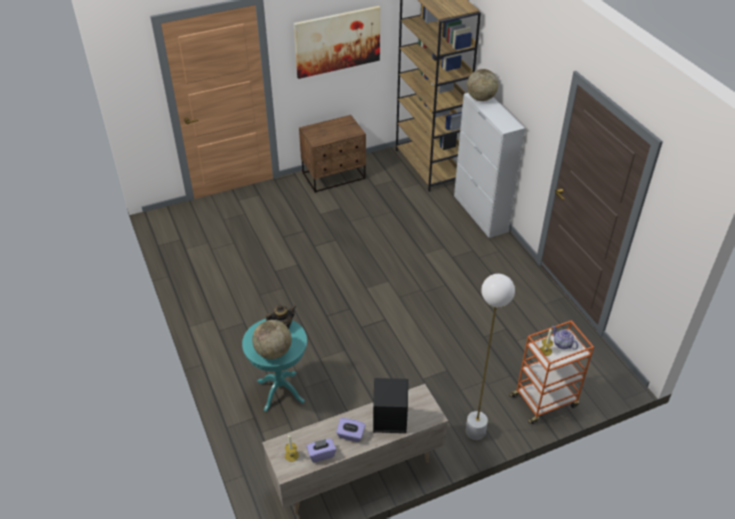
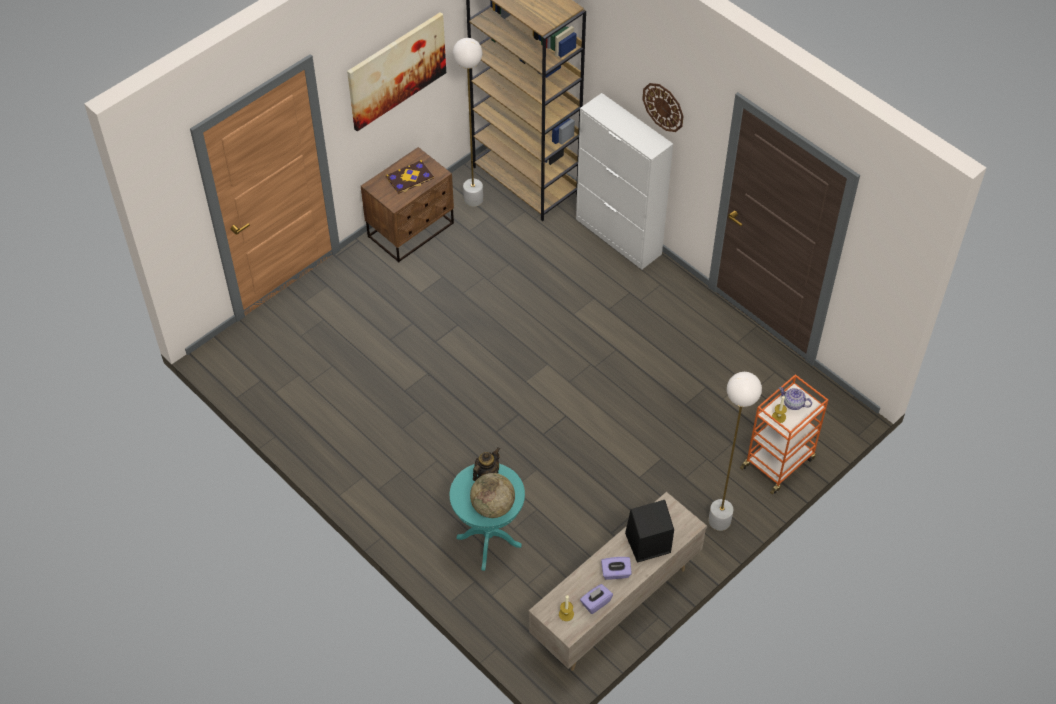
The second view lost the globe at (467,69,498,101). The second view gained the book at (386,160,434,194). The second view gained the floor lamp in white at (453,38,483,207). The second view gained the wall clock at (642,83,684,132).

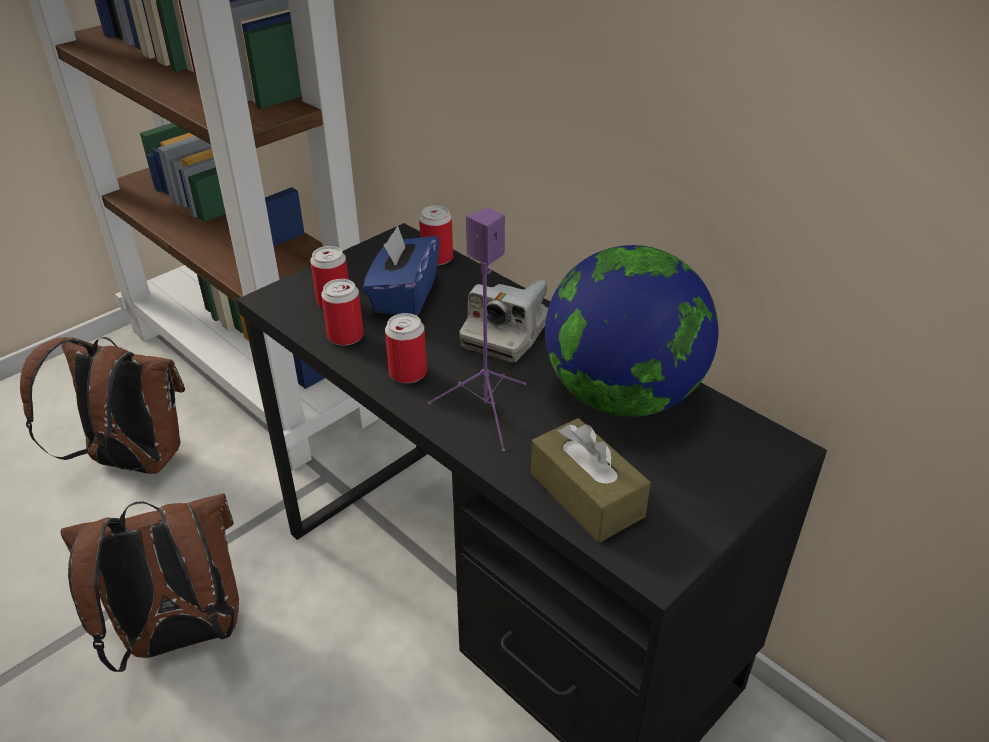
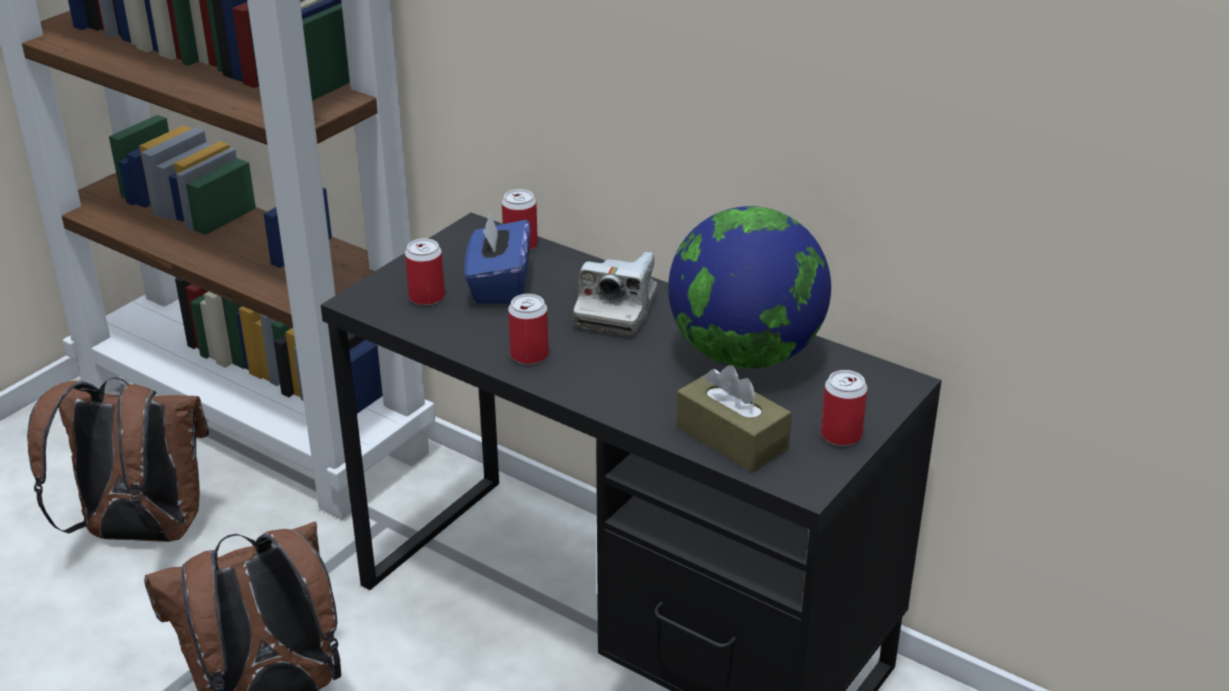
The second view lost the speaker in purple at (428,207,526,452). The can ended up elsewhere, having gone from (321,279,364,346) to (821,370,868,446).

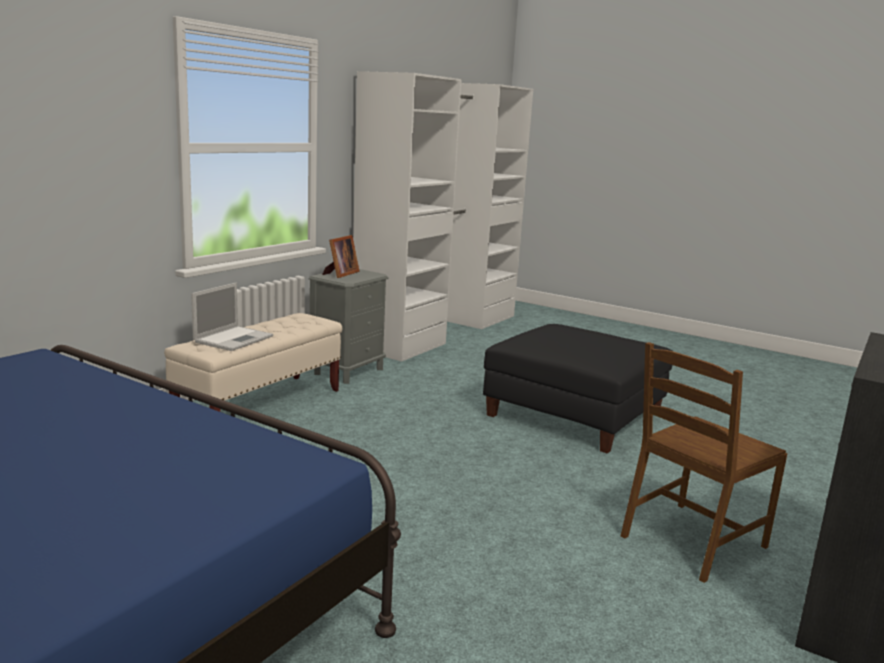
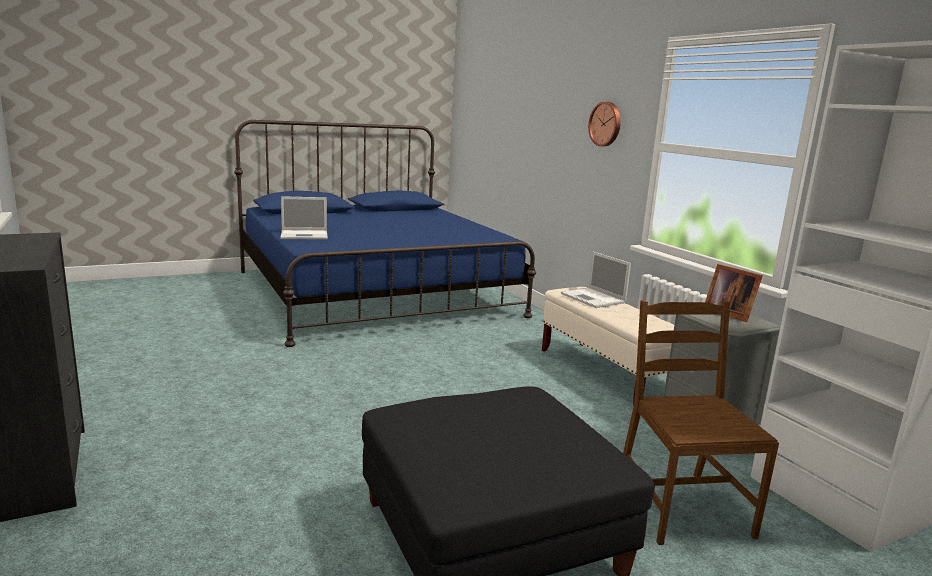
The second view gained the laptop at (280,196,328,239). The second view gained the wall clock at (588,102,621,146). The chair in brown ended up elsewhere, having gone from (621,342,788,583) to (623,300,779,545).

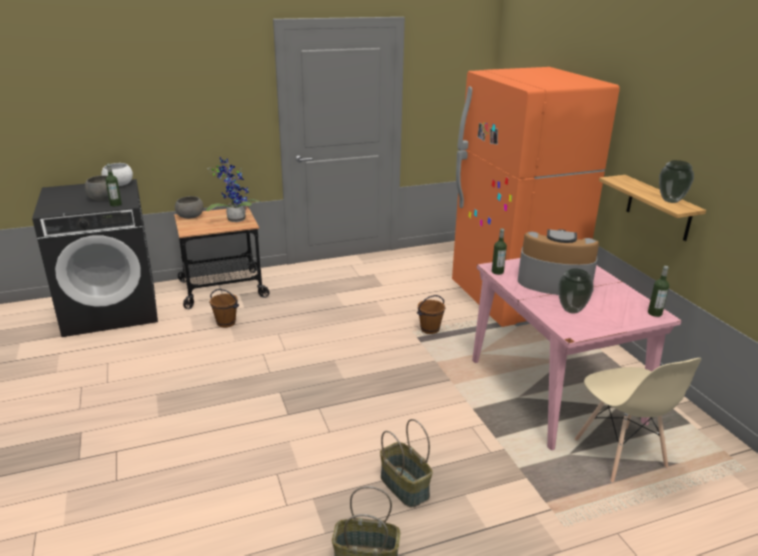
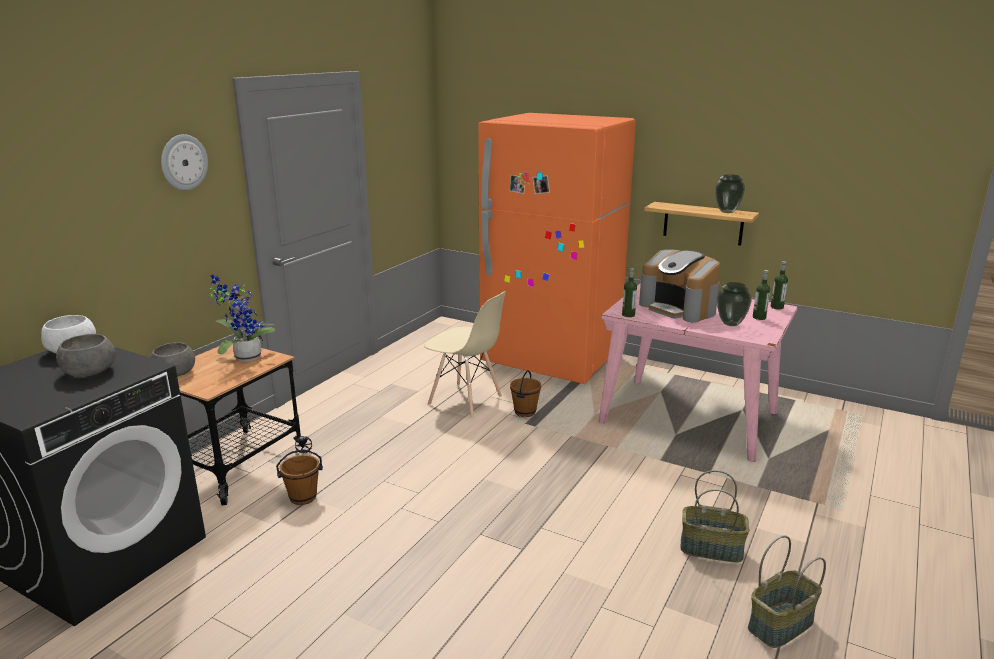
The second view gained the wall clock at (161,134,208,190). The bottle ended up elsewhere, having gone from (105,164,122,206) to (753,270,770,320). The chair in beige ended up elsewhere, having gone from (575,358,702,483) to (424,291,506,418). The coffee machine at (518,229,599,295) ended up facing another way, 105 degrees counterclockwise from before.

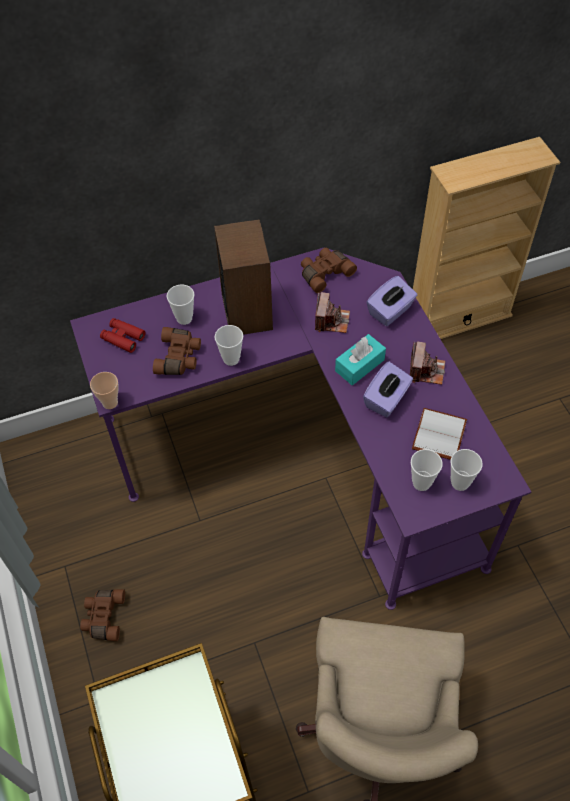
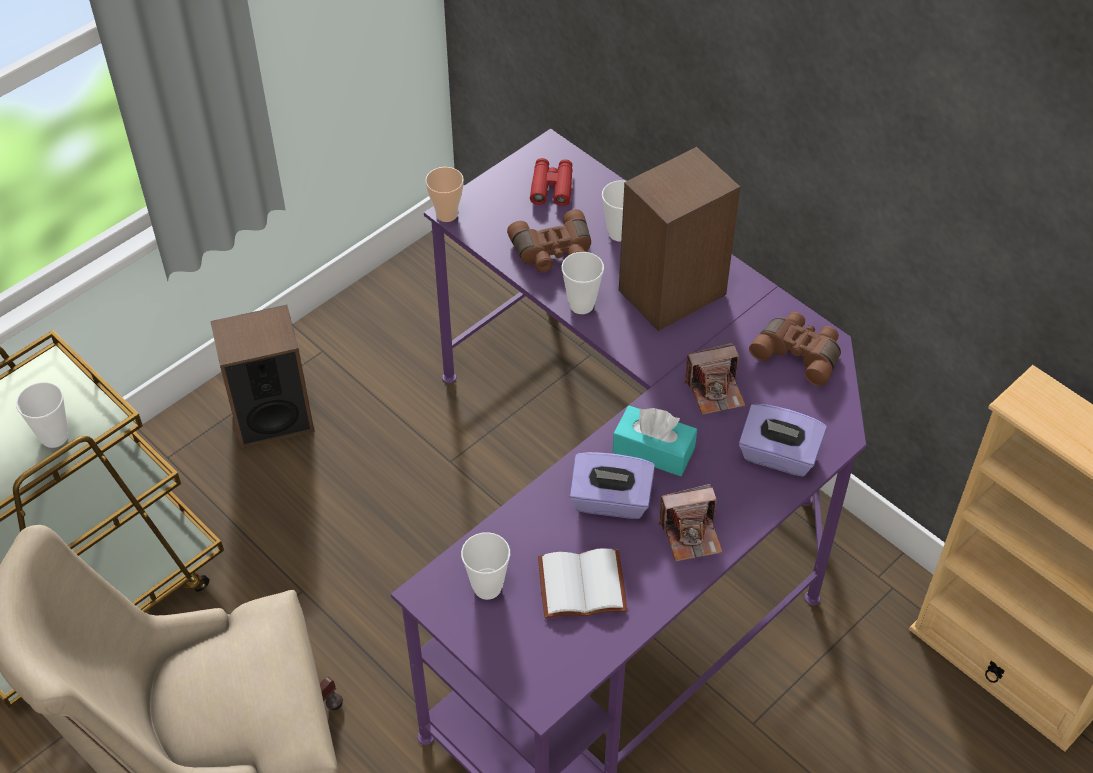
The cup ended up elsewhere, having gone from (450,449,483,491) to (16,382,68,448). Where the binoculars in brown stood at (80,589,125,641), the speaker came to stand at (210,305,314,448).

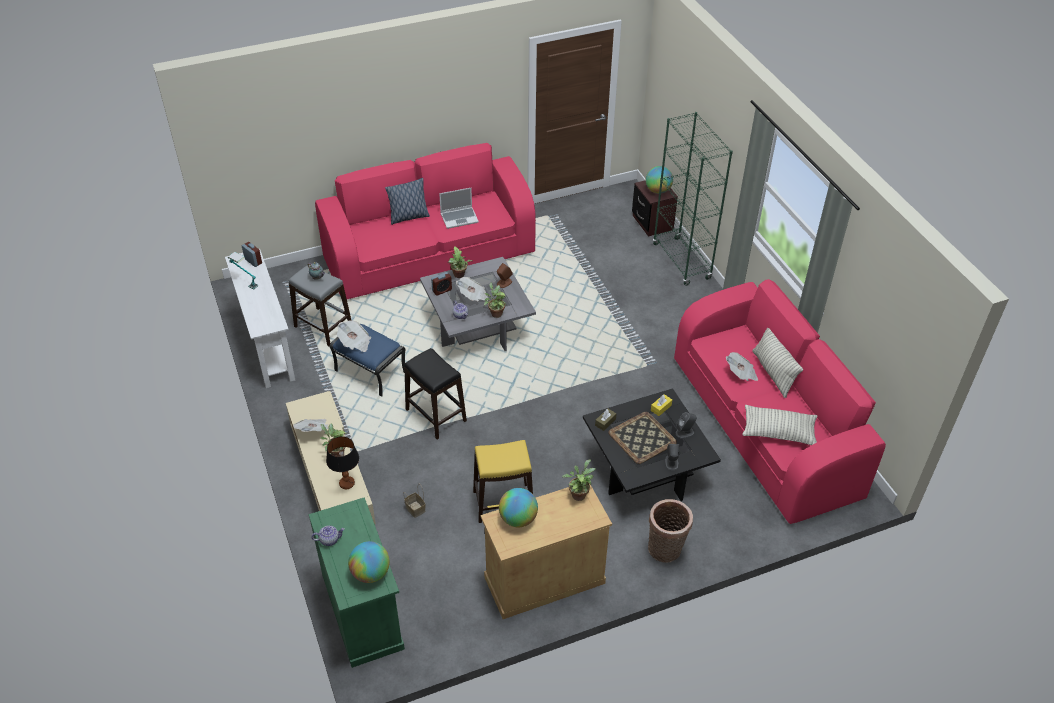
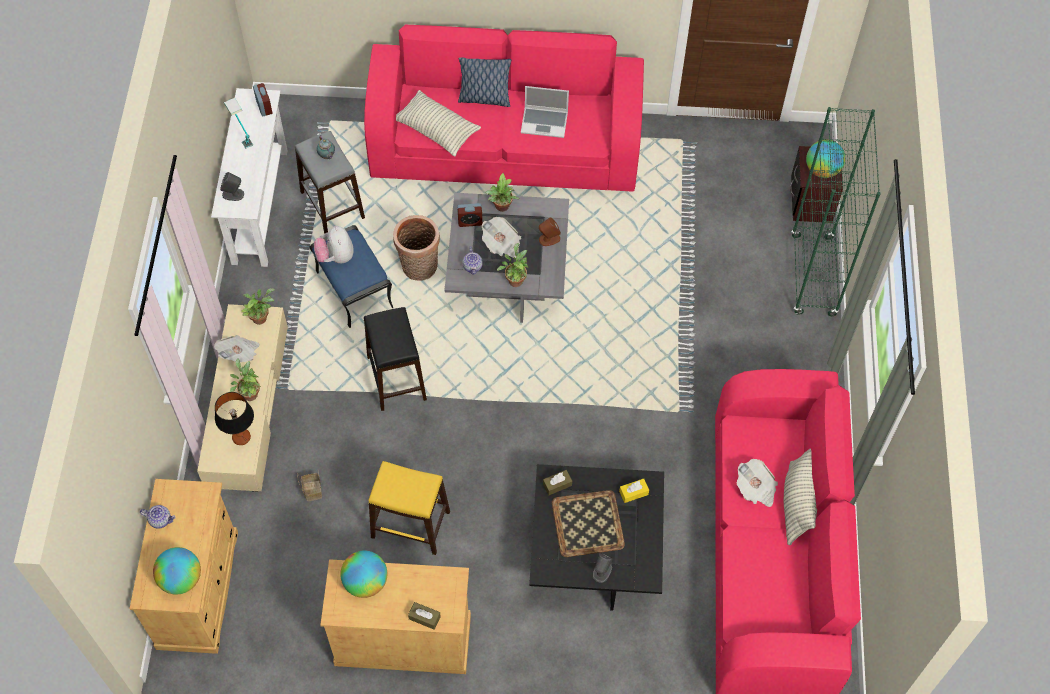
The second view gained the tissue box in brown at (408,602,441,630). The potted plant ended up elsewhere, having gone from (562,460,596,501) to (241,288,275,325). The basket ended up elsewhere, having gone from (648,499,693,563) to (393,215,440,281). The speaker in grey ended up elsewhere, having gone from (676,412,697,439) to (220,172,244,201). The pillow ended up elsewhere, having gone from (742,405,817,445) to (396,90,481,157). Where the newspaper stood at (337,320,371,352), the plush toy came to stand at (314,226,354,263). What was the cabinet in green at (309,497,405,668) turned into the cabinet in beige at (129,479,238,654).

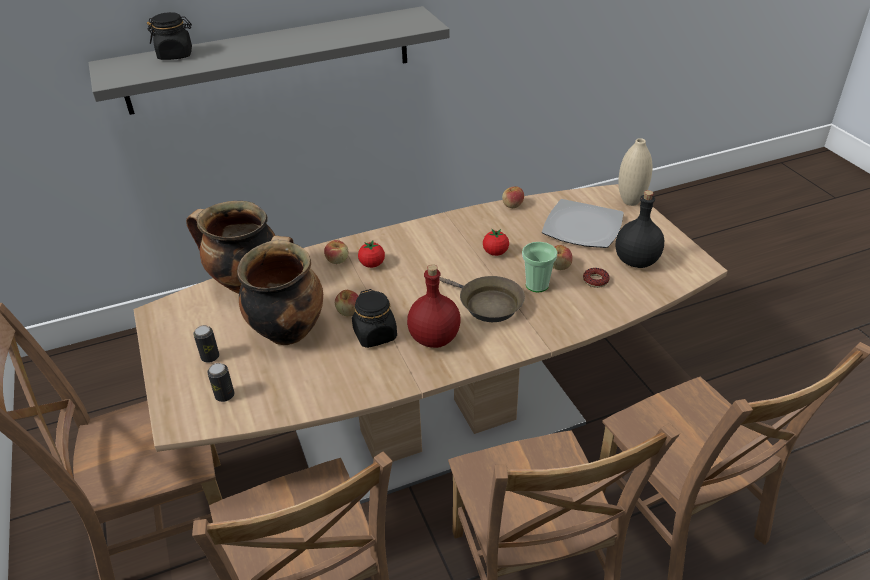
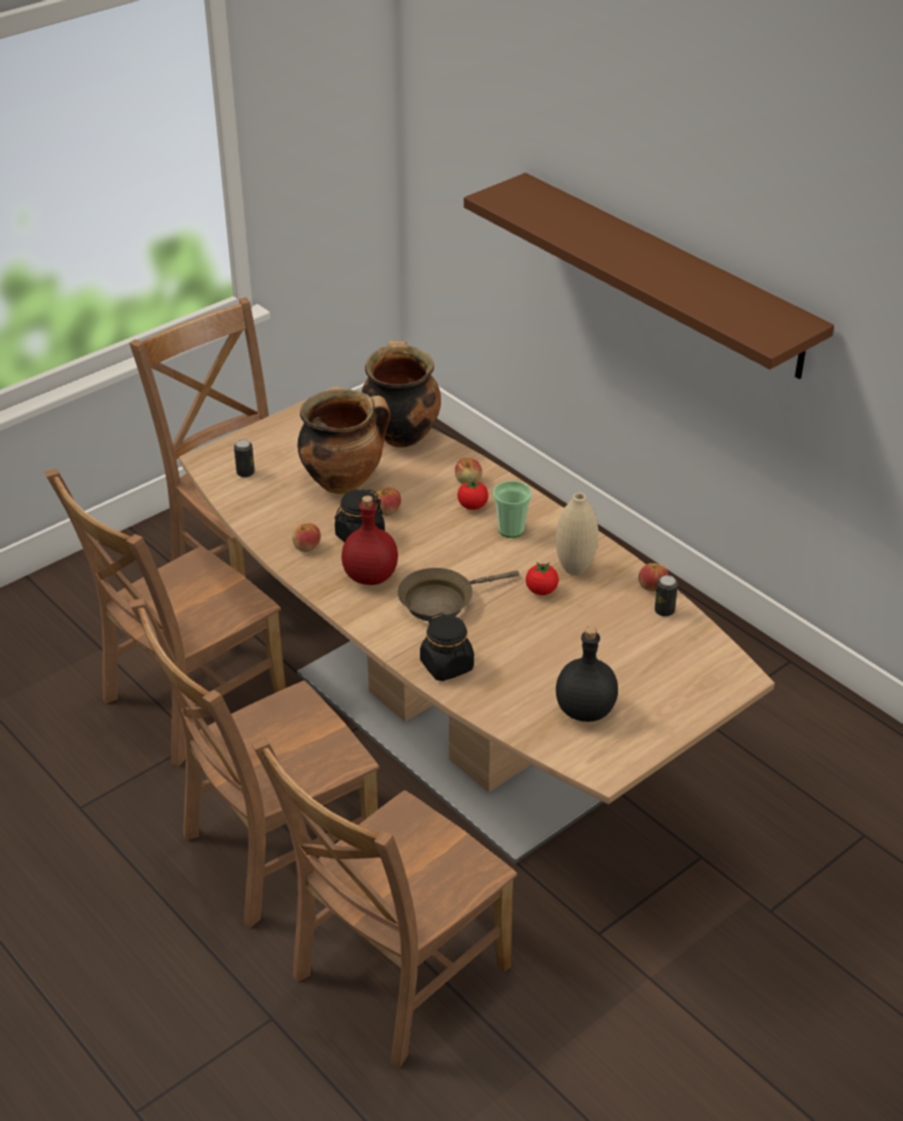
The second view lost the plate at (542,199,624,248). The second view lost the donut at (583,268,610,288). The jar in black ended up elsewhere, having gone from (147,12,192,60) to (420,613,474,681). The can ended up elsewhere, having gone from (193,325,219,363) to (655,575,678,617). The cup ended up elsewhere, having gone from (522,242,557,292) to (493,481,532,538). The apple ended up elsewhere, having gone from (553,245,573,270) to (292,523,321,552). The vase in beige ended up elsewhere, having gone from (618,138,652,206) to (556,493,598,575). What was the shelf in grey at (88,6,450,115) turned into the shelf in brown at (464,173,834,379). The frying pan in brown at (439,276,525,322) ended up facing another way, 45 degrees clockwise from before.

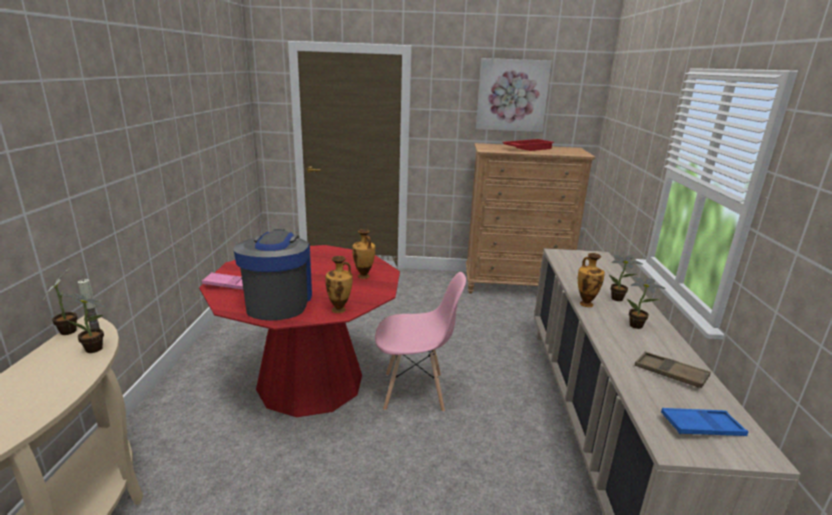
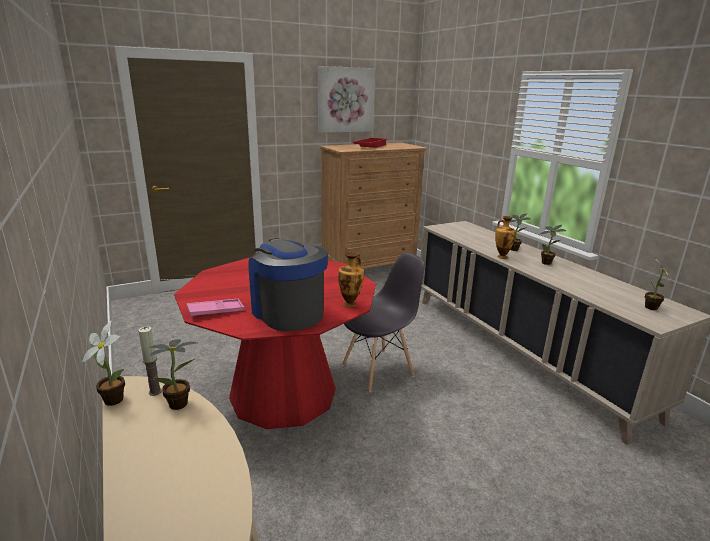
The second view lost the vase at (352,229,375,279). The second view lost the tray in brown at (635,352,711,388). Where the tray in blue stood at (661,408,748,436), the potted plant came to stand at (645,259,672,310). What was the chair in pink at (375,272,466,412) turned into the chair in grey at (342,252,425,392).

